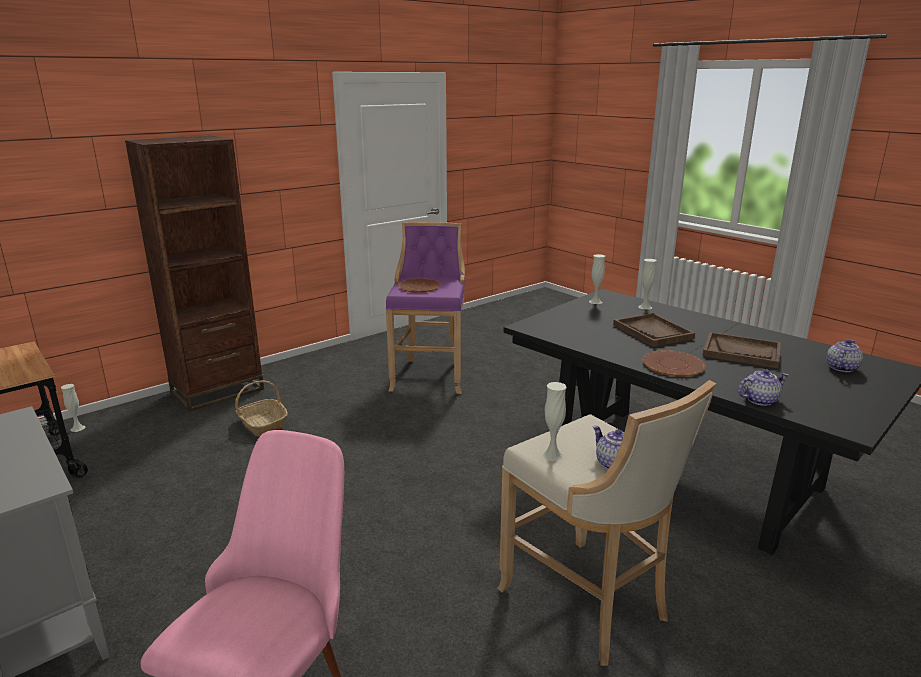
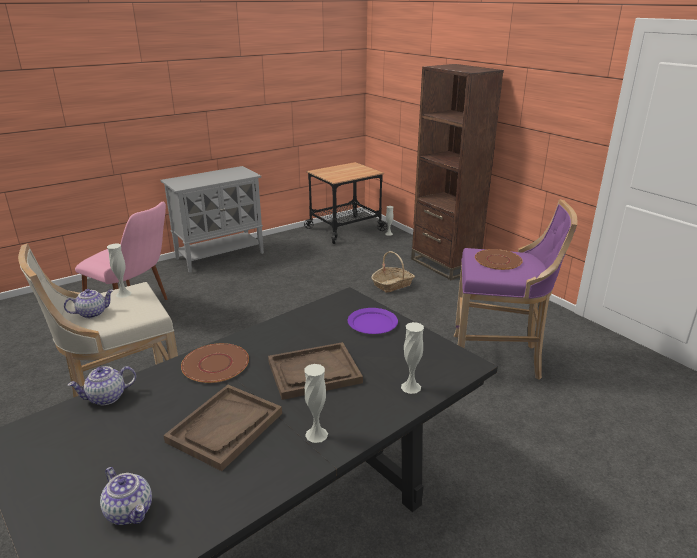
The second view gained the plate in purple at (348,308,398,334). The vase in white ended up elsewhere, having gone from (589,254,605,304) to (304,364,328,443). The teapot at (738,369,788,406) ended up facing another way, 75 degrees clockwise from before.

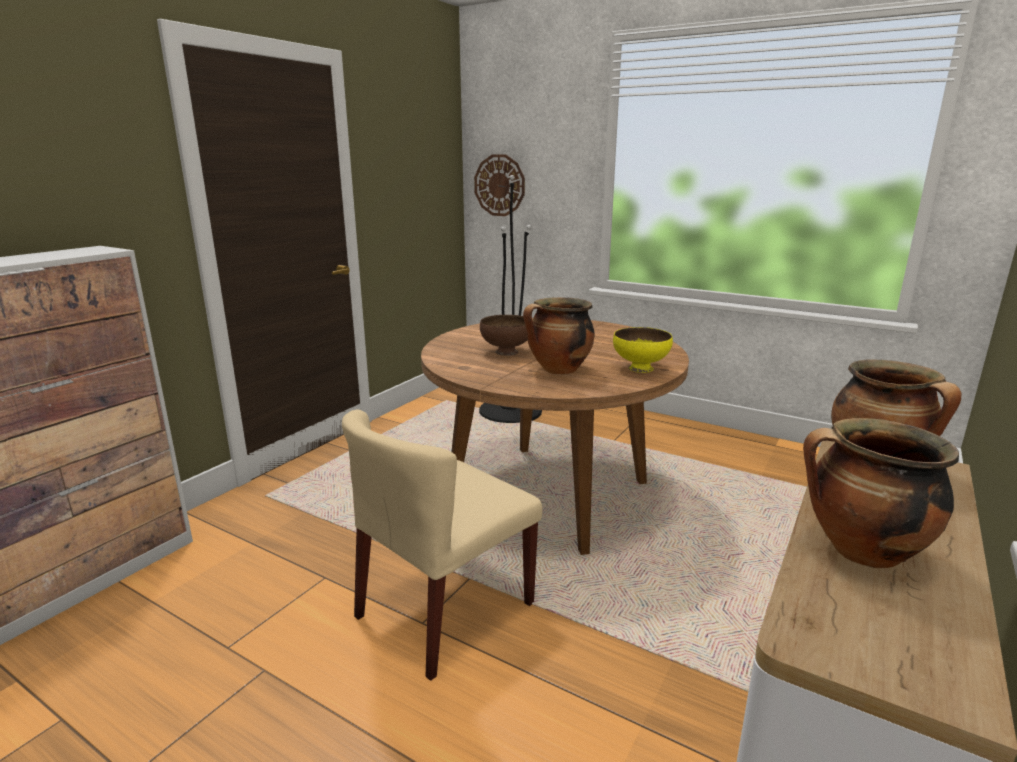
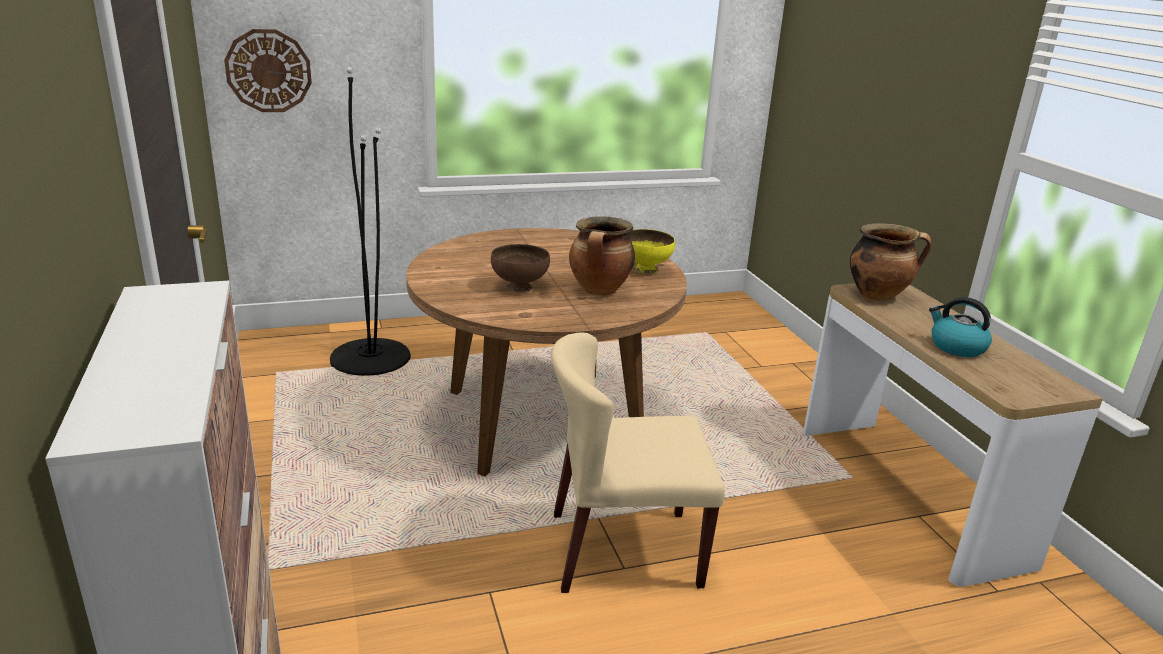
Where the cooking pot stood at (803,418,959,568), the kettle came to stand at (929,297,992,357). The chair in beige at (342,409,542,681) ended up facing another way, 90 degrees clockwise from before.

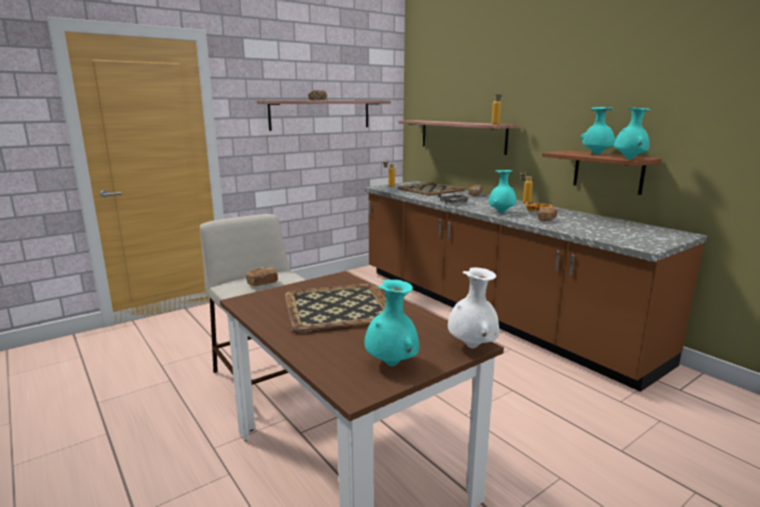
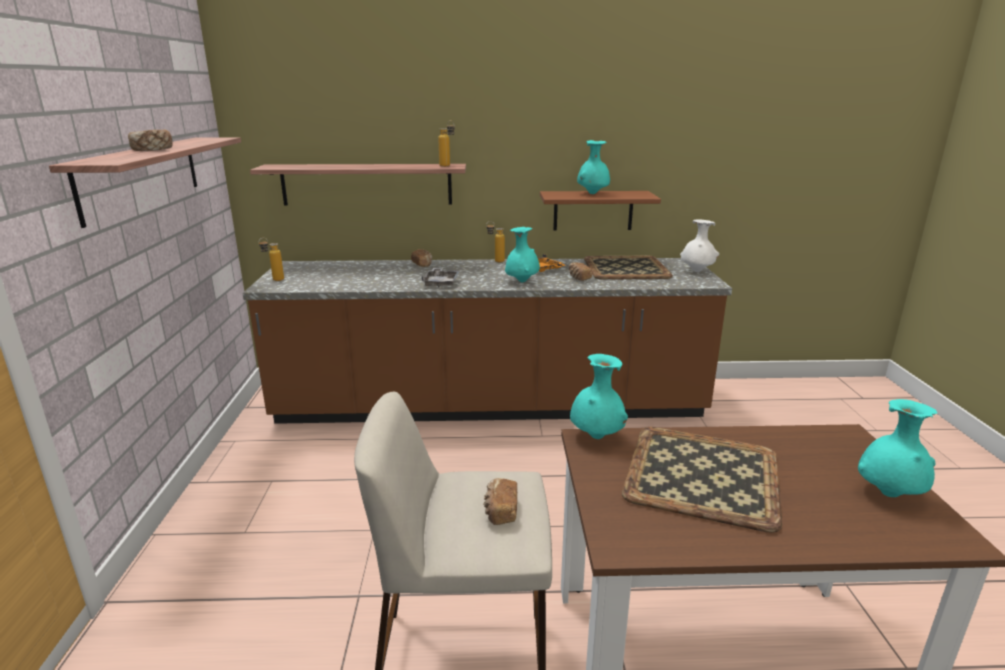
The tray ended up elsewhere, having gone from (397,182,465,196) to (584,256,673,280). The vase in white ended up elsewhere, having gone from (448,267,500,348) to (680,219,719,272). The vase in turquoise ended up elsewhere, having gone from (614,108,650,160) to (570,354,628,439).

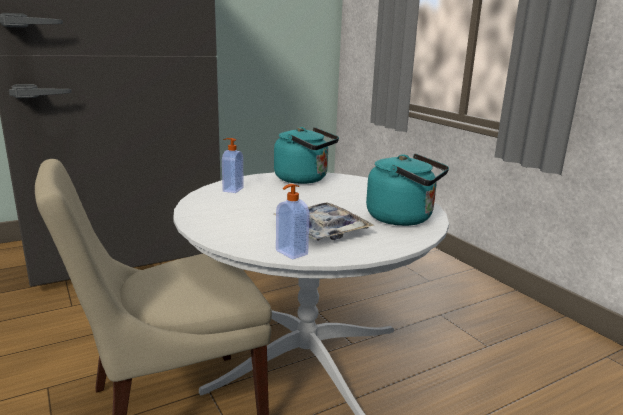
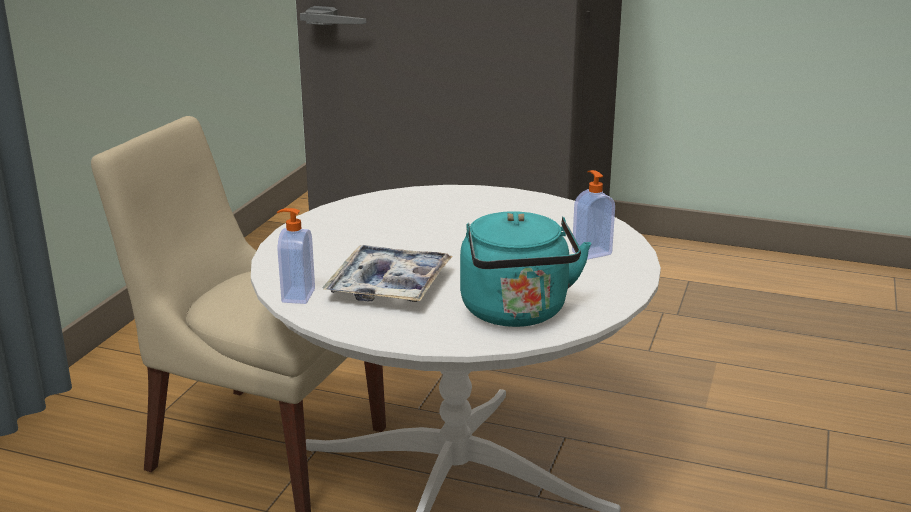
The second view lost the kettle in turquoise at (274,127,339,184). The soap dispenser ended up elsewhere, having gone from (222,138,244,193) to (572,170,615,260).

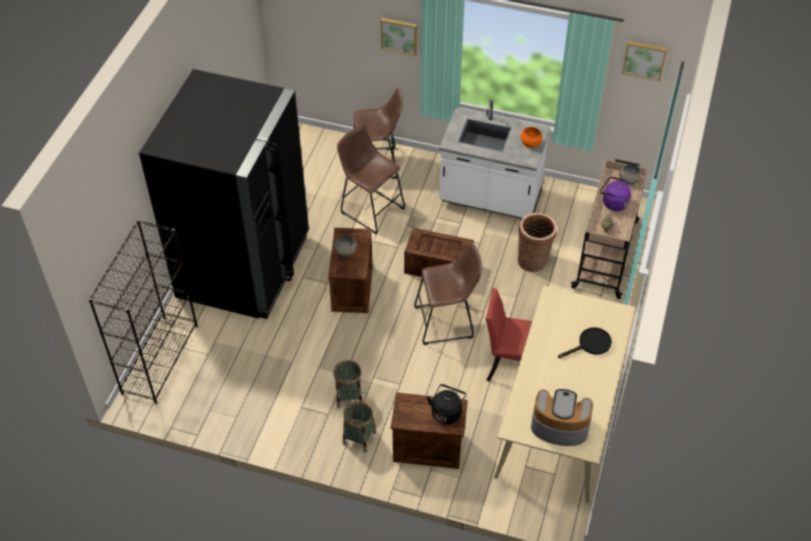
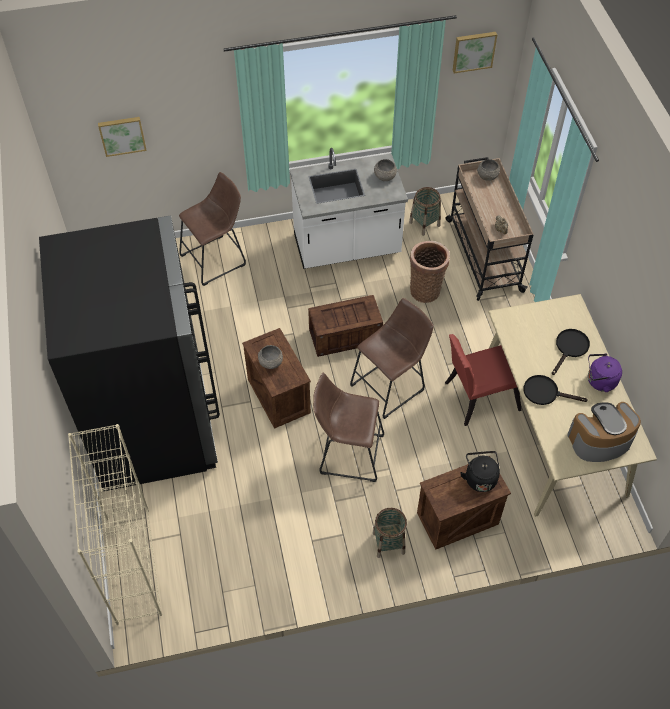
The second view gained the frying pan in black at (523,375,588,405). The basket ended up elsewhere, having gone from (333,360,363,408) to (409,187,441,236). The stool in brown ended up elsewhere, having gone from (337,124,405,234) to (313,373,384,482). The picture ended up elsewhere, having gone from (381,18,417,56) to (98,117,147,157). The kettle in purple ended up elsewhere, having gone from (600,177,631,211) to (588,354,622,392). What was the bookcase in black at (88,220,198,404) turned into the bookcase in beige at (68,424,162,625). What was the bowl in orange at (521,127,542,148) turned into the bowl in grey at (374,159,398,181).

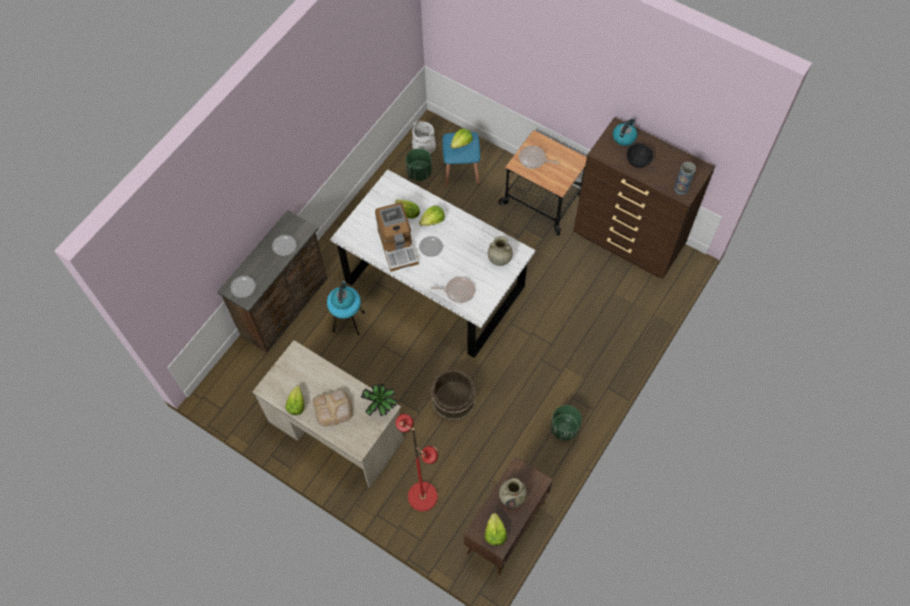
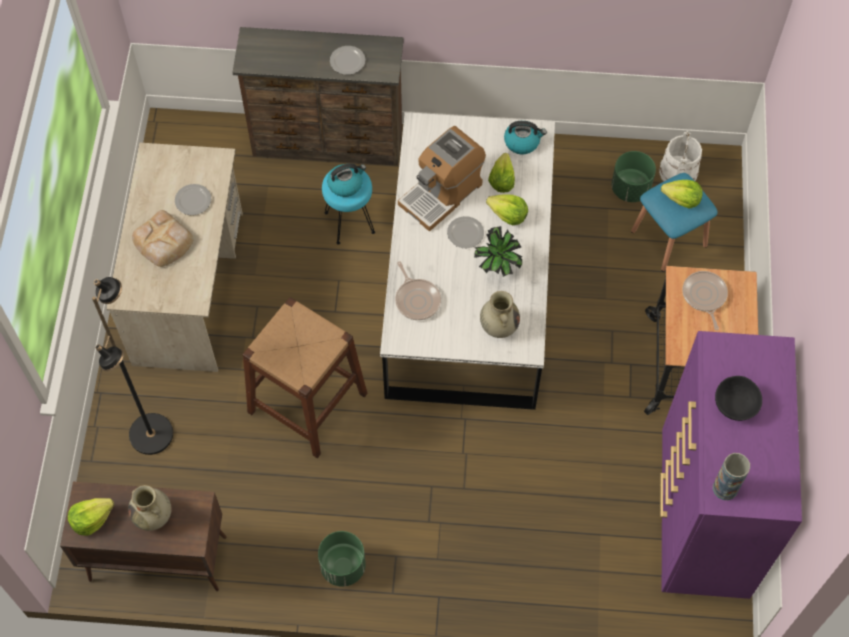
The second view lost the lettuce at (285,386,305,415). The plate ended up elsewhere, having gone from (231,276,256,298) to (175,184,211,215). The potted plant ended up elsewhere, having gone from (361,384,397,416) to (474,226,522,277). The kettle ended up elsewhere, having gone from (613,118,637,146) to (504,121,547,154). Where the bucket in brown stood at (431,369,476,421), the stool in brown came to stand at (243,297,368,458). What was the floor lamp in red at (395,413,439,511) turned into the floor lamp in black at (92,277,173,455). What was the dresser in brown at (573,117,715,279) turned into the dresser in purple at (660,331,802,599).

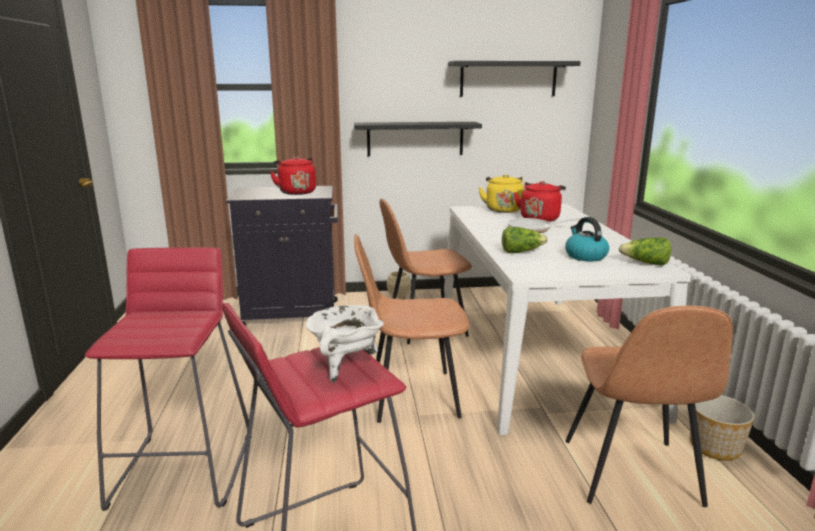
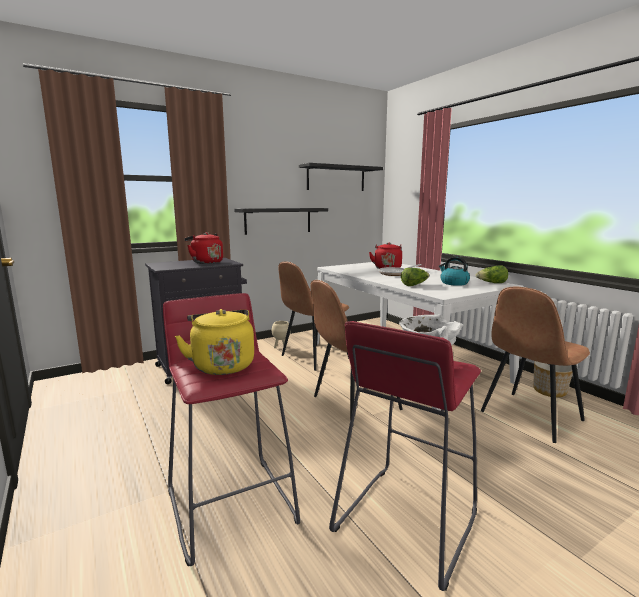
The kettle in yellow ended up elsewhere, having gone from (478,174,524,213) to (175,309,254,375). The chair in brown at (566,306,733,507) ended up facing another way, 75 degrees clockwise from before.

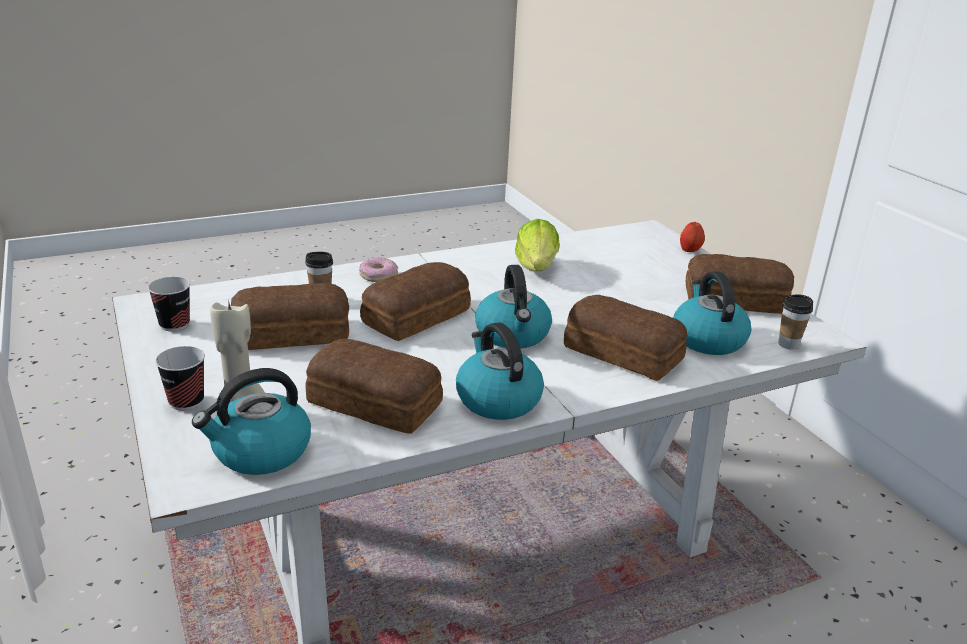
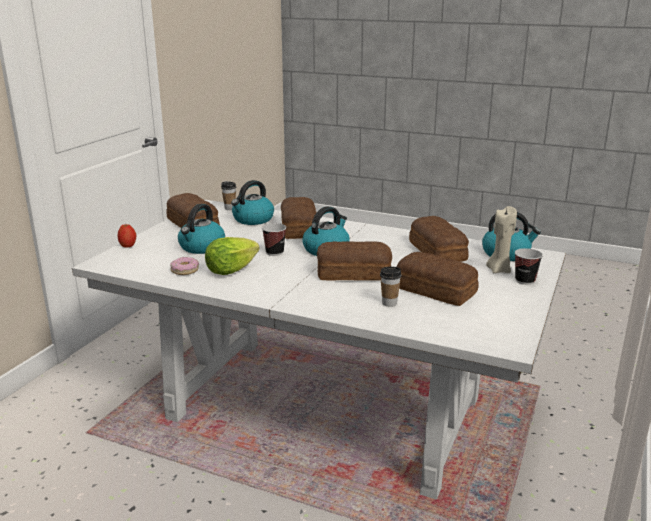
The cup ended up elsewhere, having gone from (148,277,190,331) to (262,223,286,256). The donut ended up elsewhere, having gone from (359,257,398,282) to (170,257,199,275). The kettle ended up elsewhere, having gone from (456,322,544,420) to (178,204,225,254).

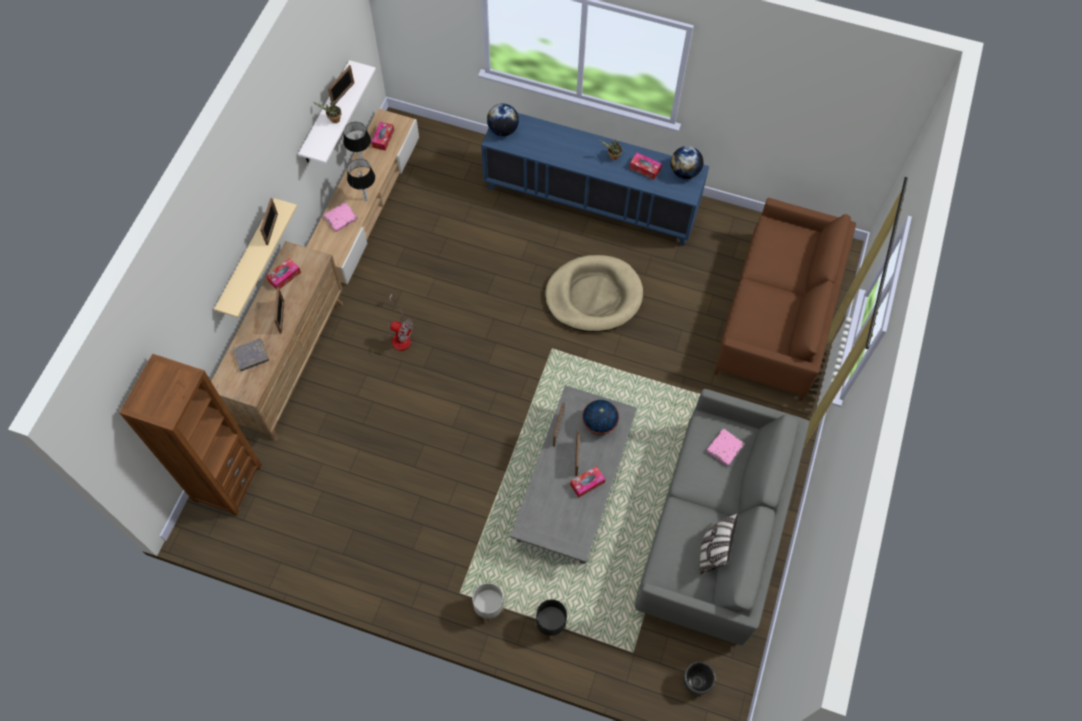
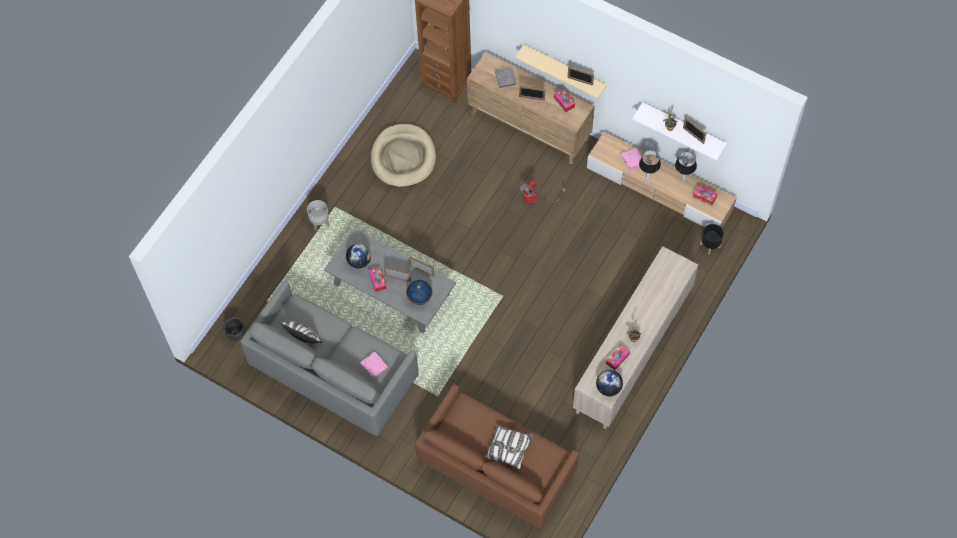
The second view gained the pillow at (485,425,533,470). The globe ended up elsewhere, having gone from (487,104,519,136) to (346,243,371,269). The planter in black ended up elsewhere, having gone from (536,600,567,640) to (700,224,724,255). The dog bed in beige ended up elsewhere, having gone from (545,255,643,332) to (371,124,436,187). What was the cabinet in blue at (481,113,709,246) turned into the cabinet in beige at (573,246,698,429).

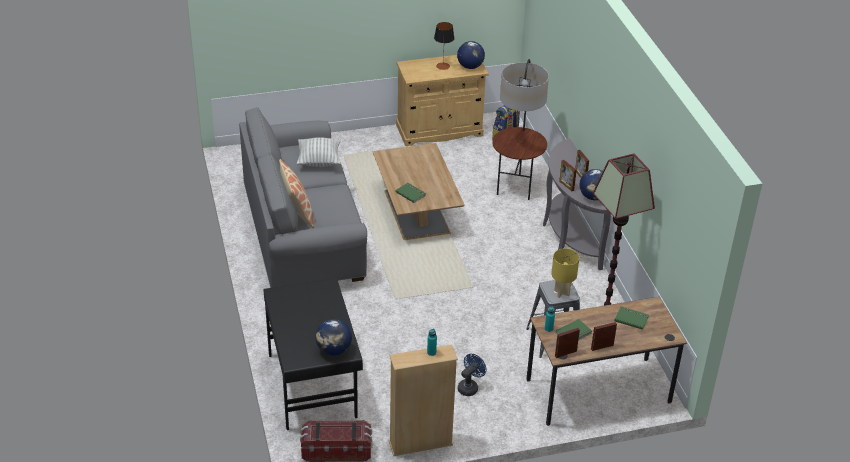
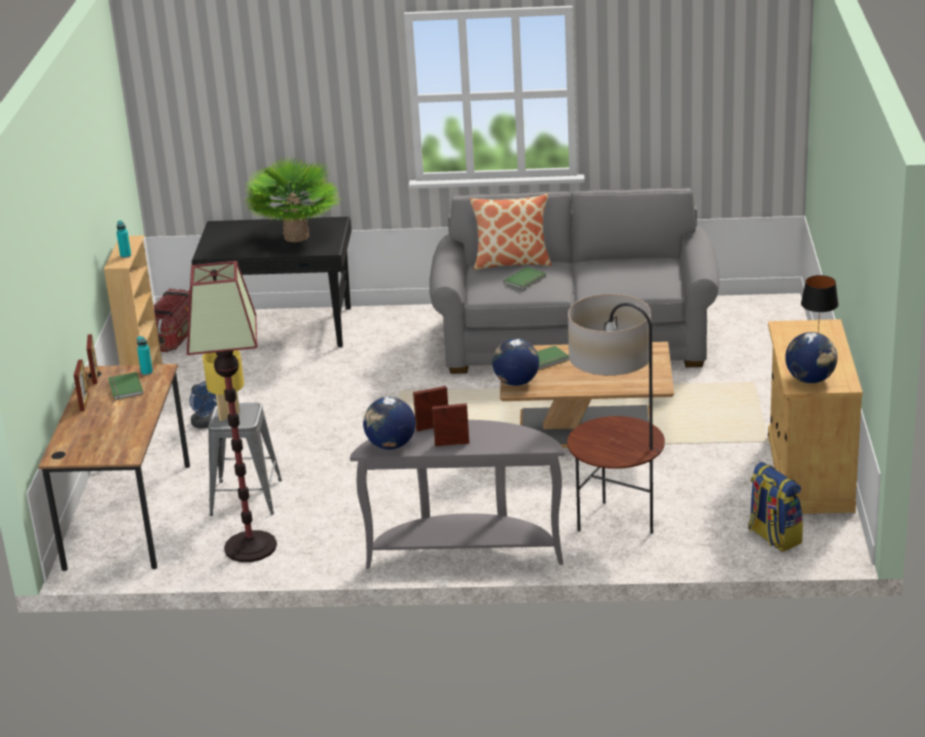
The second view lost the pillow at (297,137,341,167). The second view gained the potted plant at (245,156,341,242). The globe ended up elsewhere, having gone from (316,319,352,356) to (492,339,539,386). The book in green ended up elsewhere, having gone from (614,307,649,330) to (503,267,547,290).

